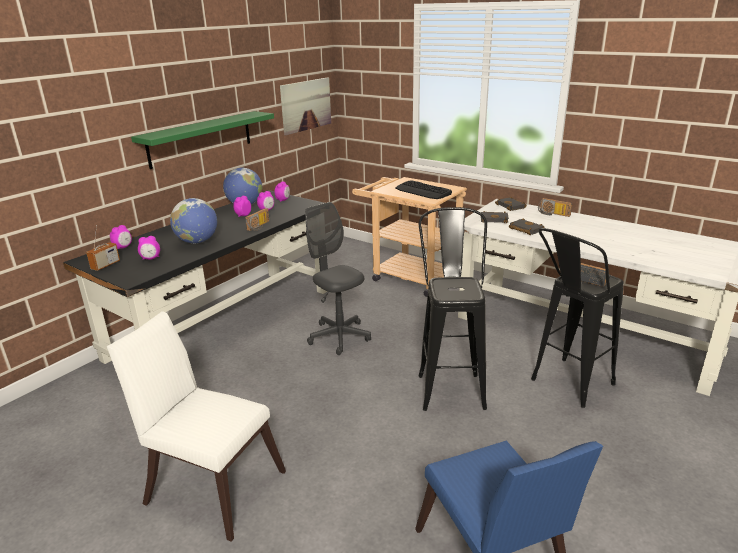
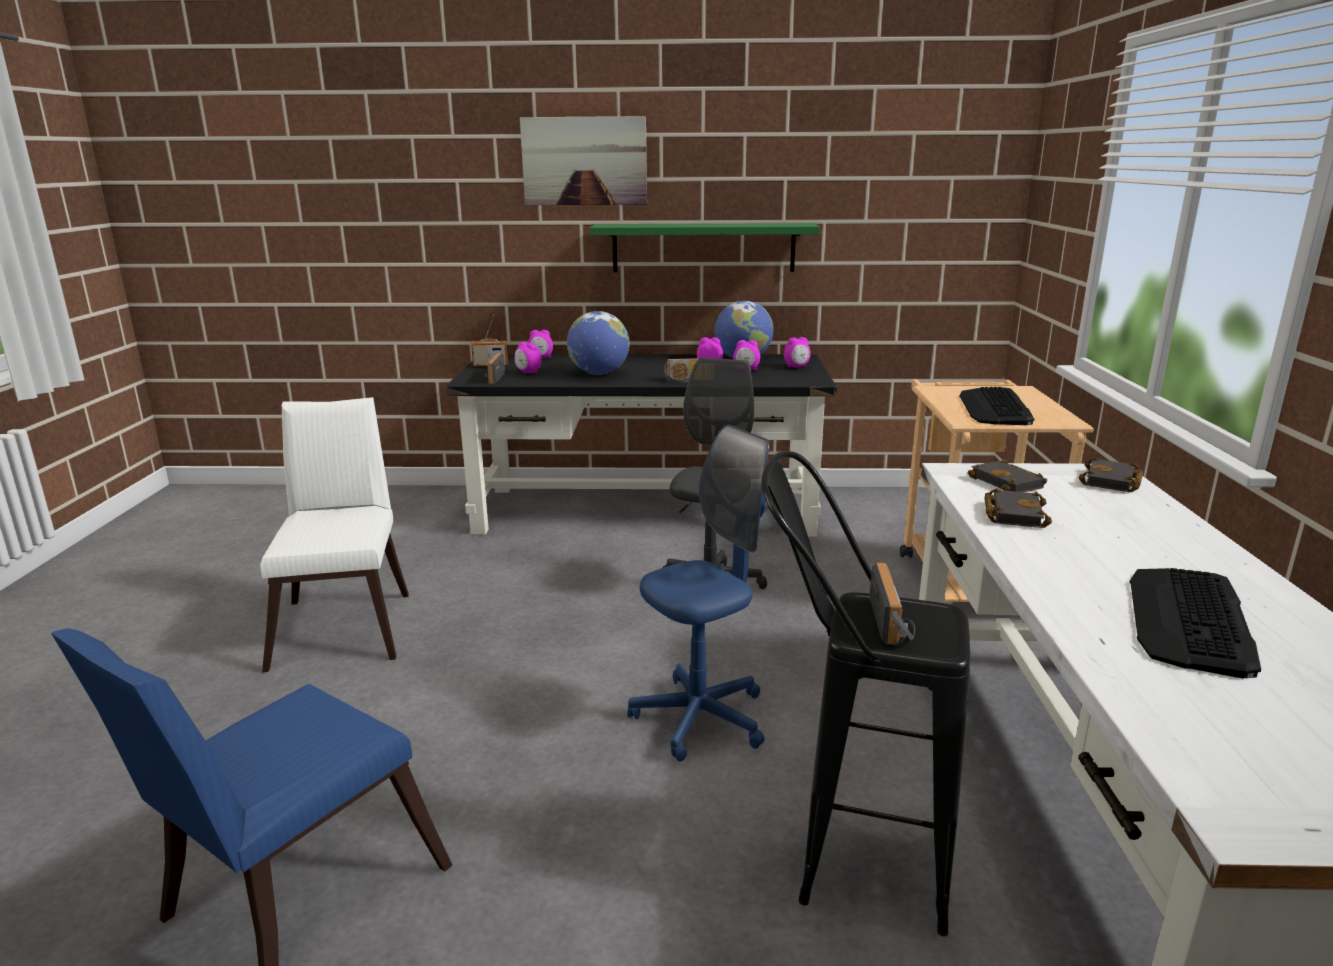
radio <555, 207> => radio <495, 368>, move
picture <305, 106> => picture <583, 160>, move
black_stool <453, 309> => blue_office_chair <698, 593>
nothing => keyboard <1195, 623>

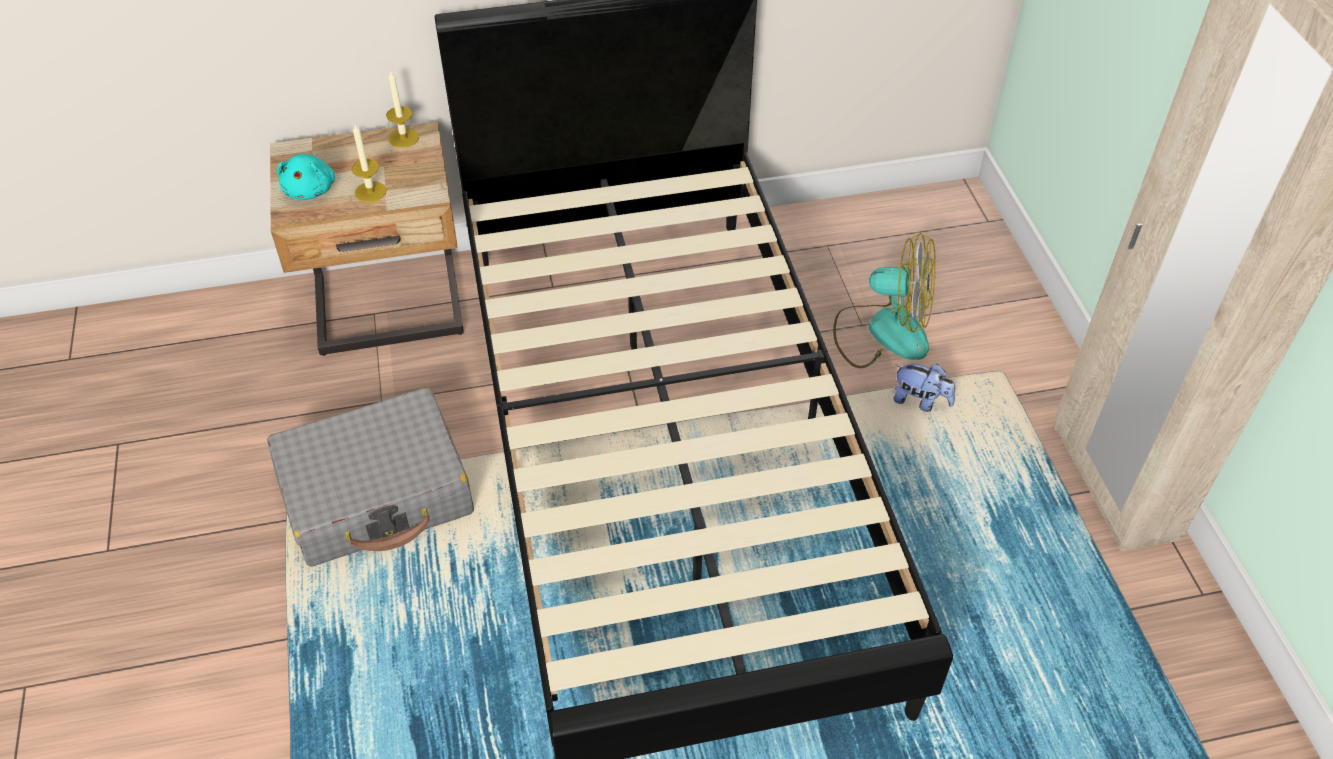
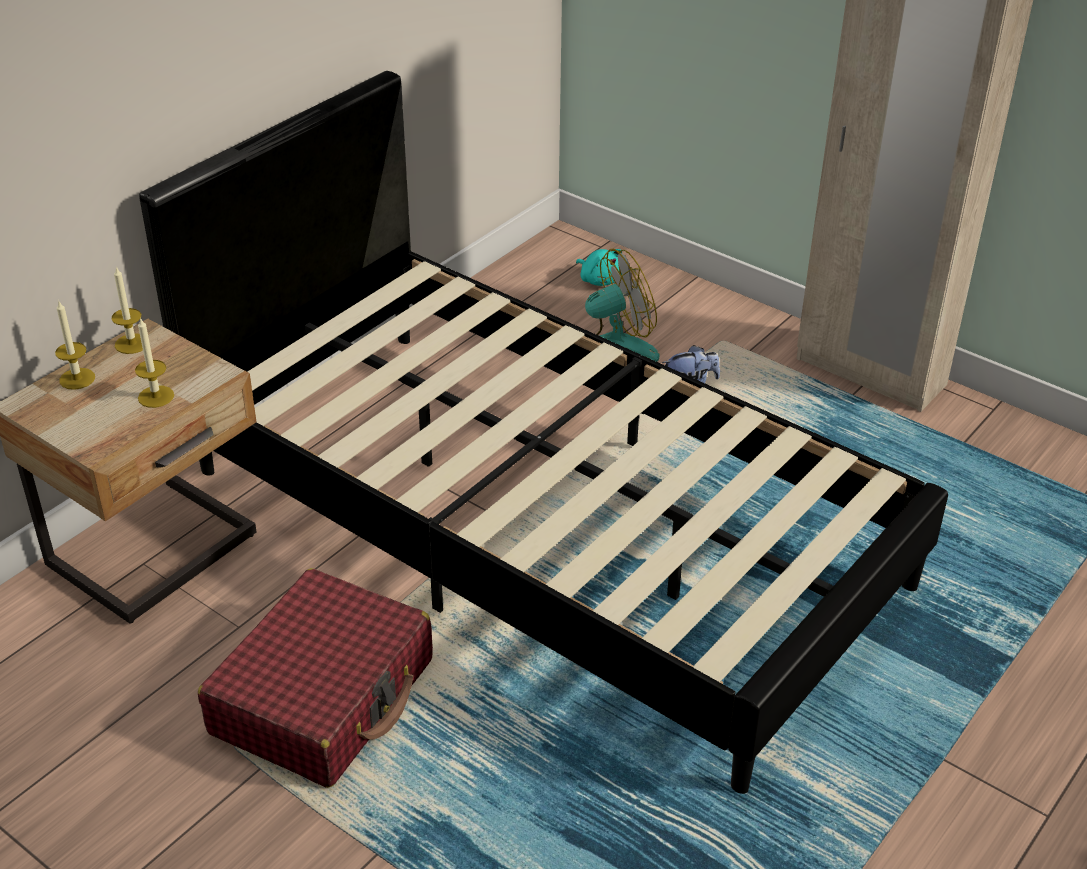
nothing => candle <75, 345>
grey_suitcase <370, 476> => red_suitcase <315, 678>
turquoise_plush_toy <306, 177> => turquoise_plush_toy <599, 267>, move

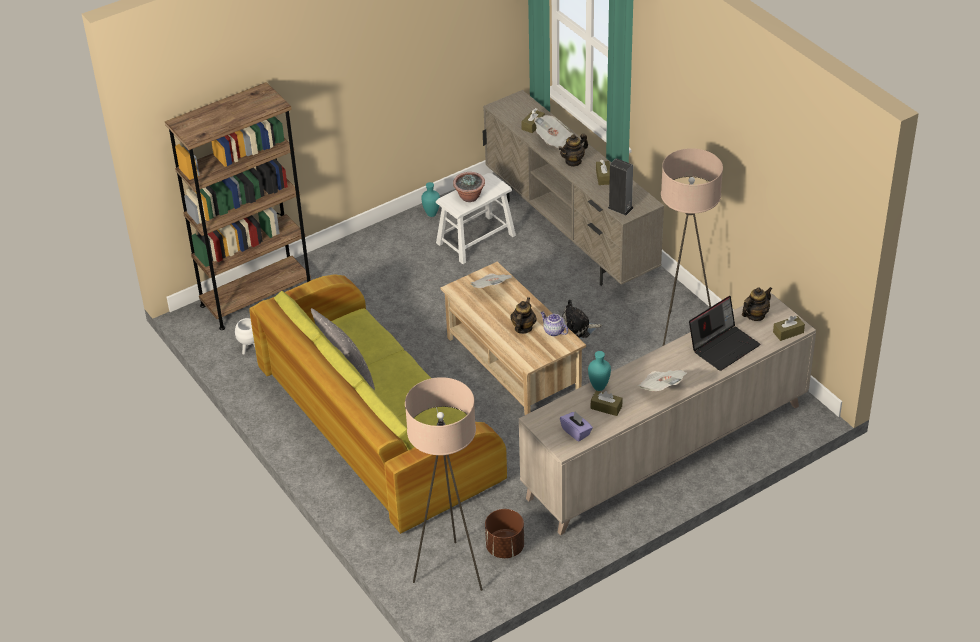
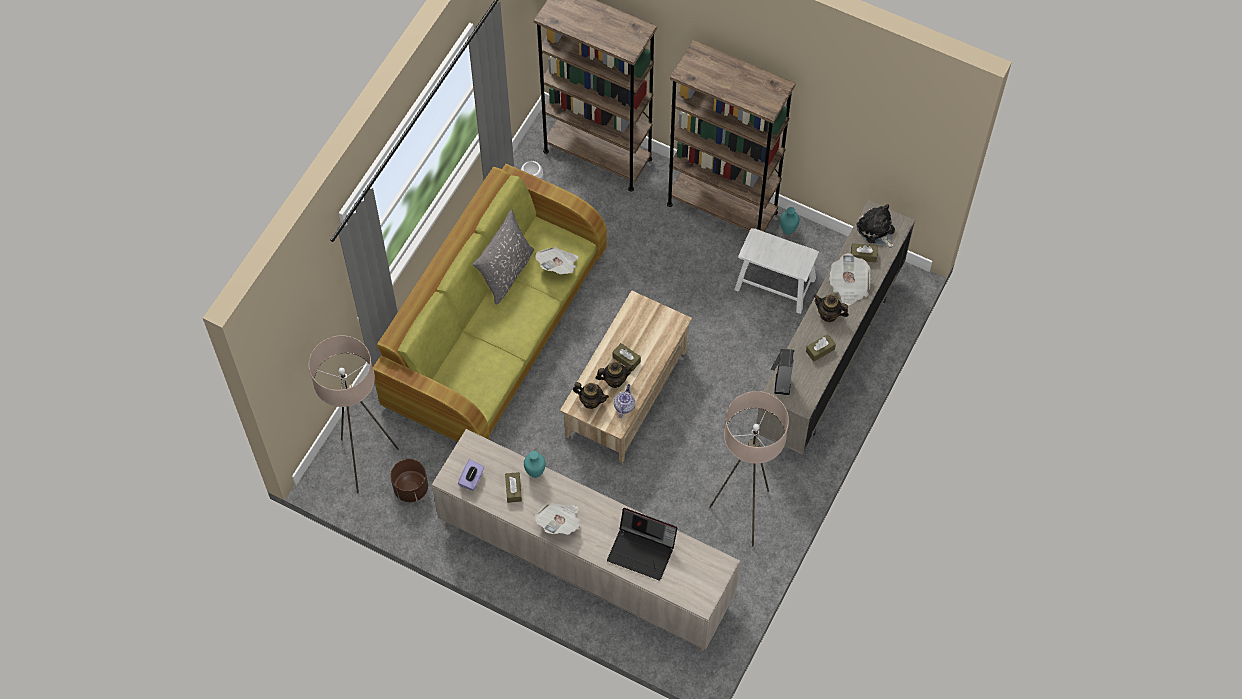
newspaper <491, 280> => newspaper <557, 261>, move
teapot <757, 304> => teapot <591, 395>, move
brown_tissue_box <789, 328> => brown_tissue_box <626, 357>, move
nothing => brown_bookcase <731, 136>
plush_toy <582, 319> => plush_toy <875, 226>, move
potted_plant <469, 187> => nothing

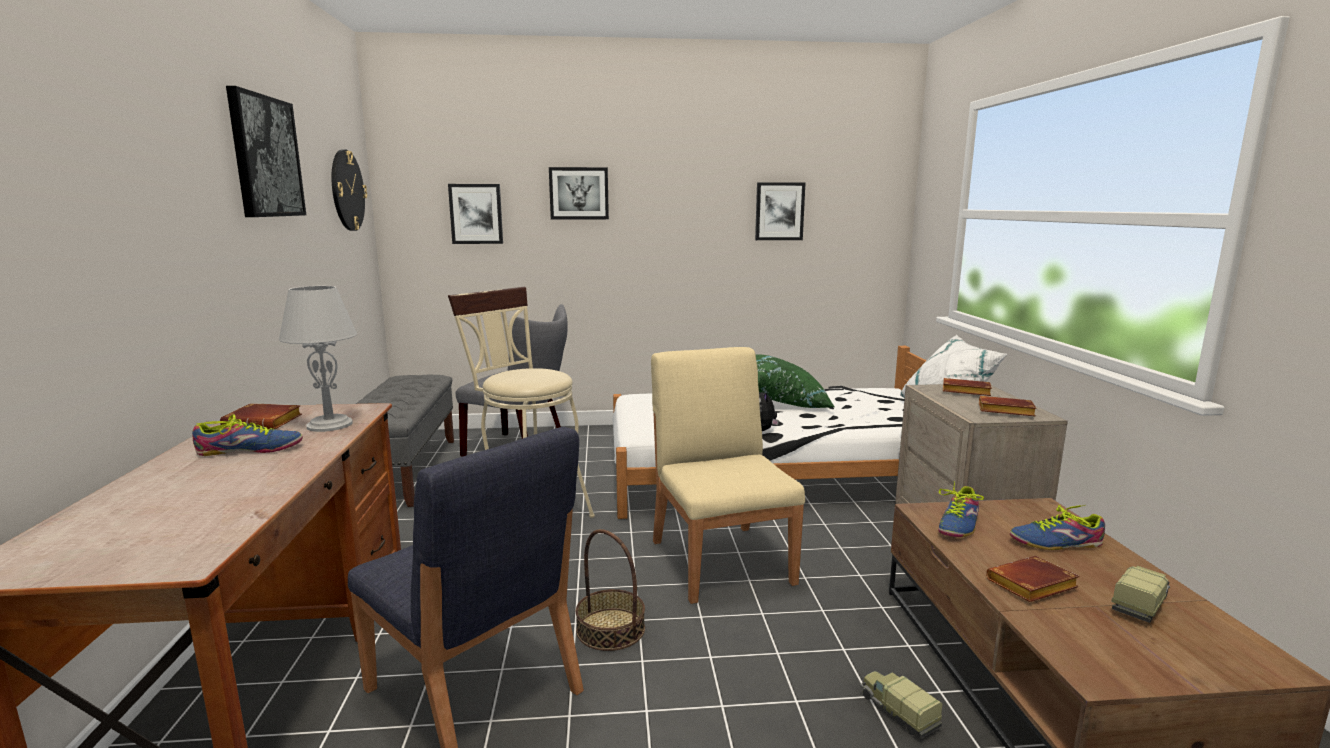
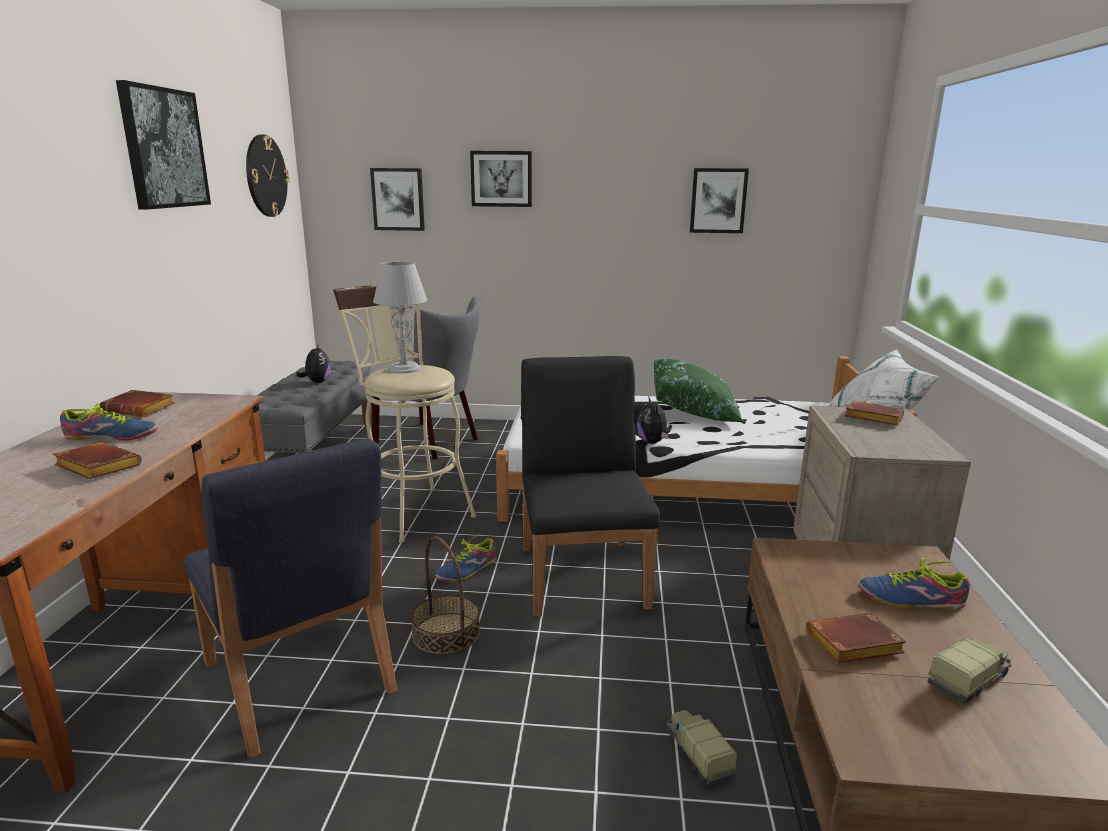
brown_book <1008, 406> => brown_book <97, 460>, move
nothing => plush_toy <313, 363>
grey_table_lamp <318, 359> => grey_table_lamp <400, 317>, move
shoe <961, 509> => shoe <466, 557>, move
beige_chair <728, 475> => black_chair <590, 486>

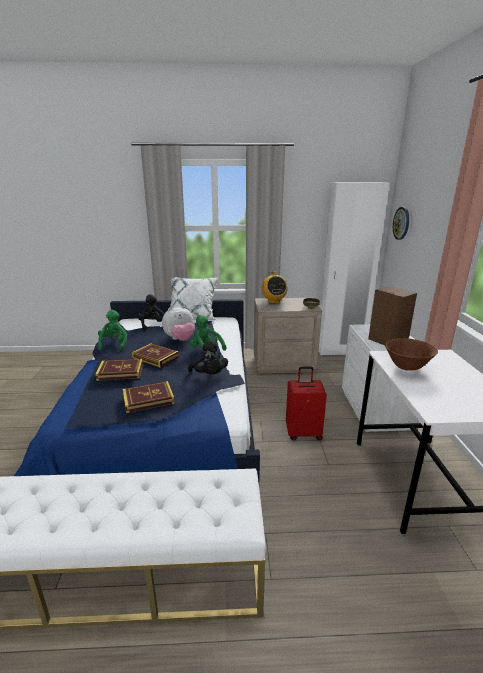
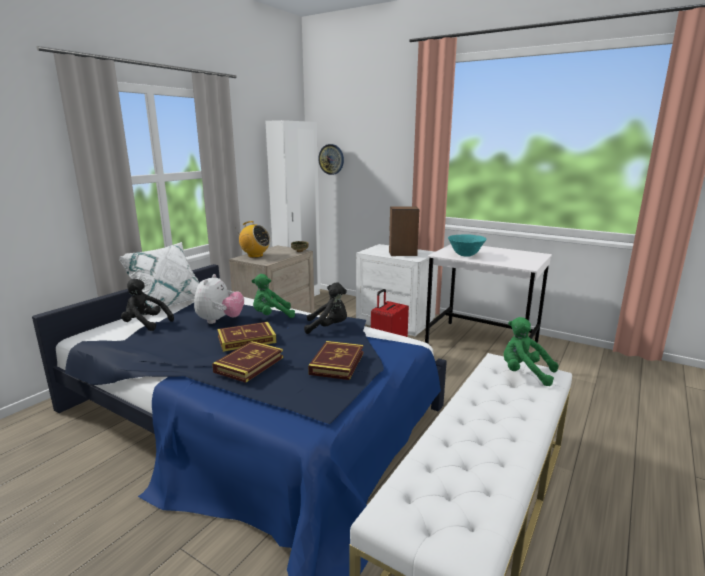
brown_bowl <411, 354> => turquoise_bowl <467, 245>
green_plush_toy <112, 330> => green_plush_toy <531, 351>, move

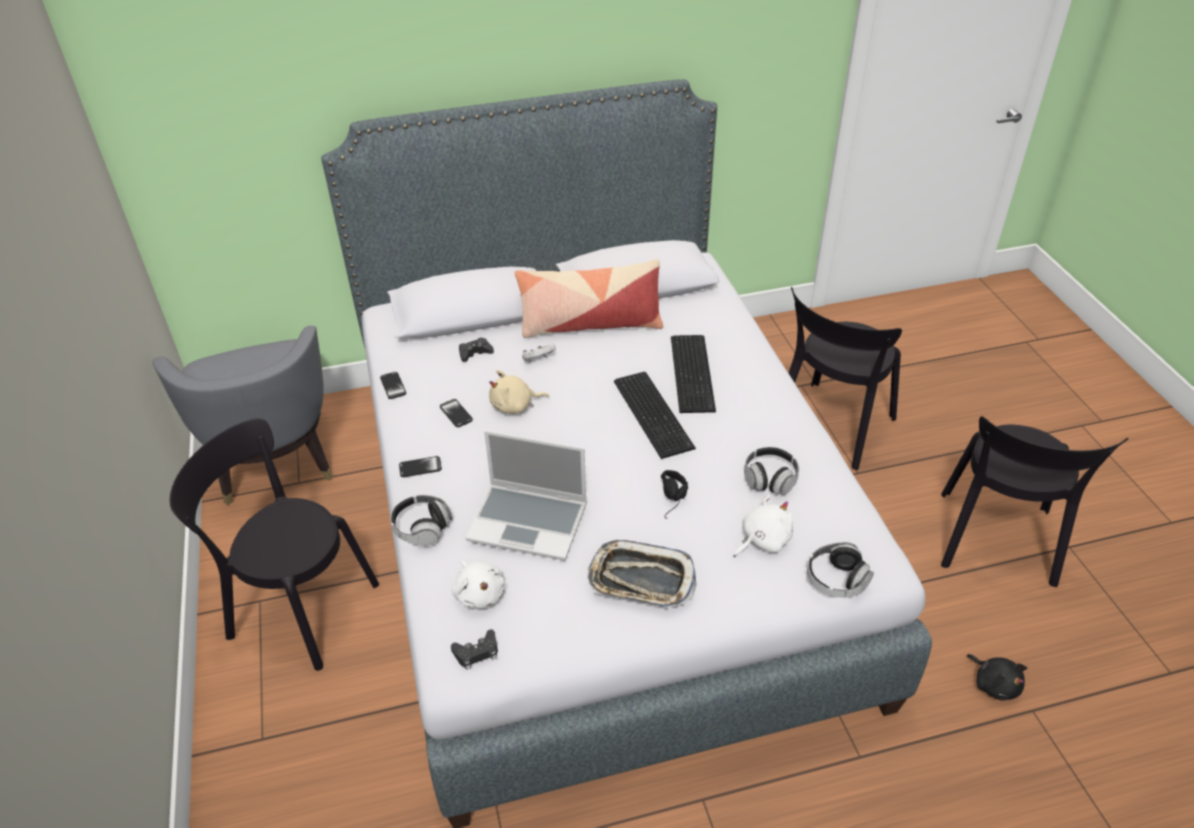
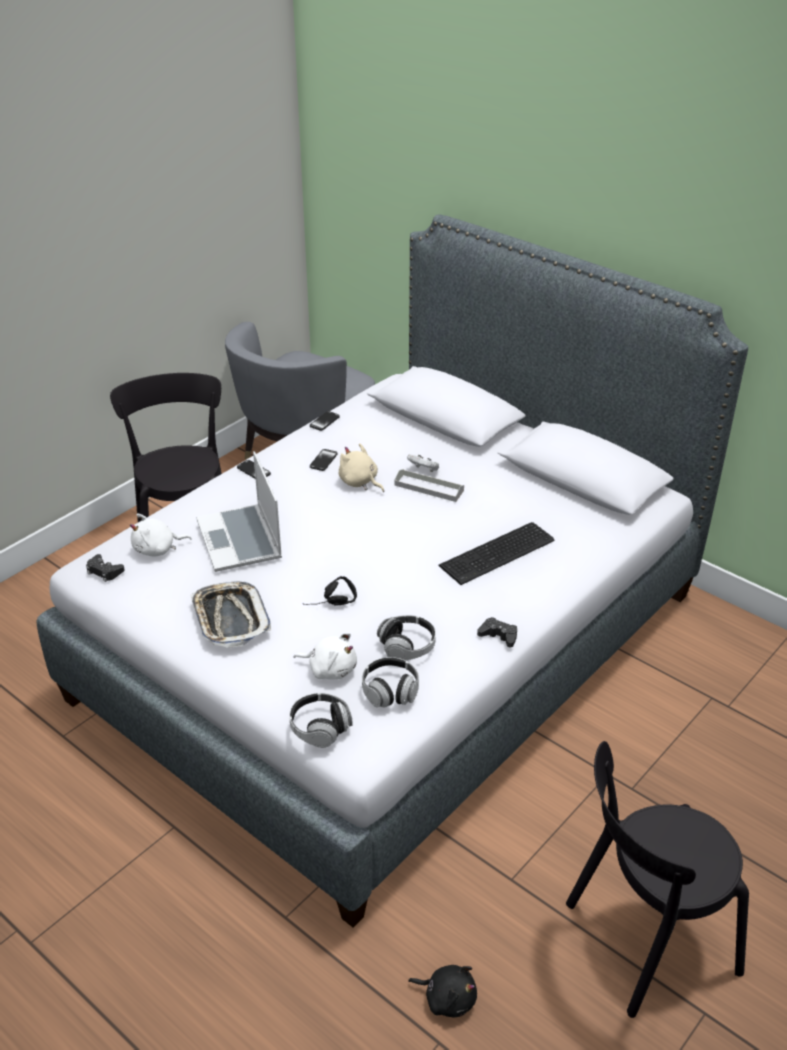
white_plush_toy <479, 584> => white_plush_toy <161, 535>, 45 degrees clockwise
headphones <422, 520> => headphones <390, 682>, move
nothing => grey_tray <429, 485>
black_plush_toy <997, 677> => black_plush_toy <442, 991>, 90 degrees counterclockwise
black_game_controller <476, 349> => black_game_controller <497, 632>, move
pillow <589, 298> => nothing
keyboard <655, 415> => nothing
black_chair <845, 378> => nothing

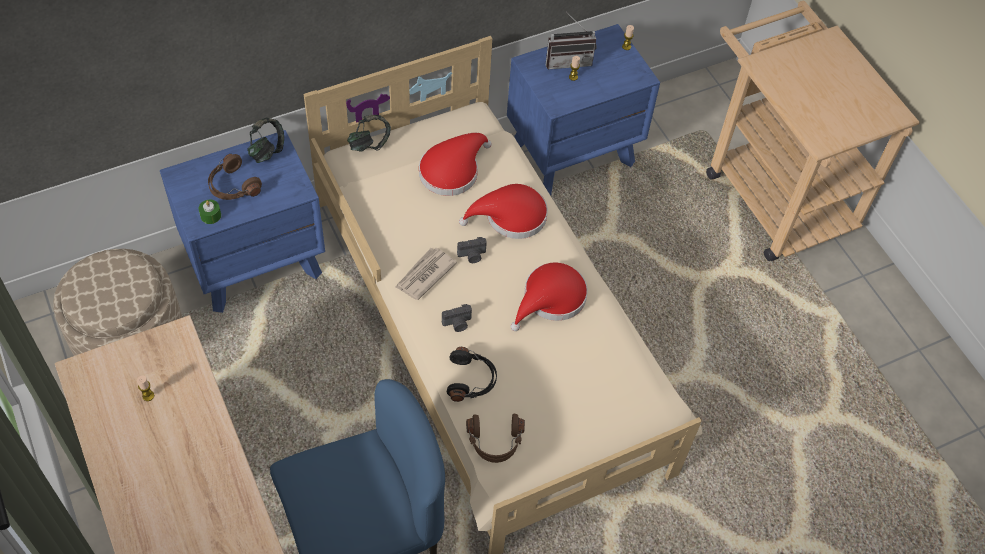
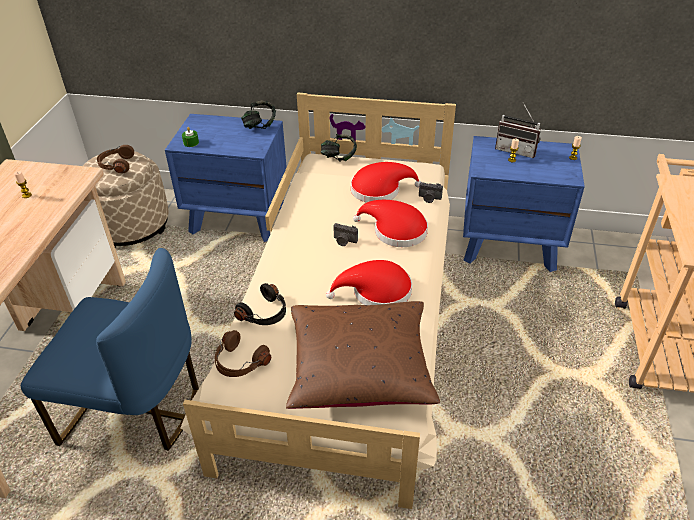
brown_headphones <235, 177> => brown_headphones <115, 159>, move
nothing => brown_pillow <363, 355>
photo_camera <457, 318> => photo_camera <431, 192>, move
newspaper <426, 274> => nothing

